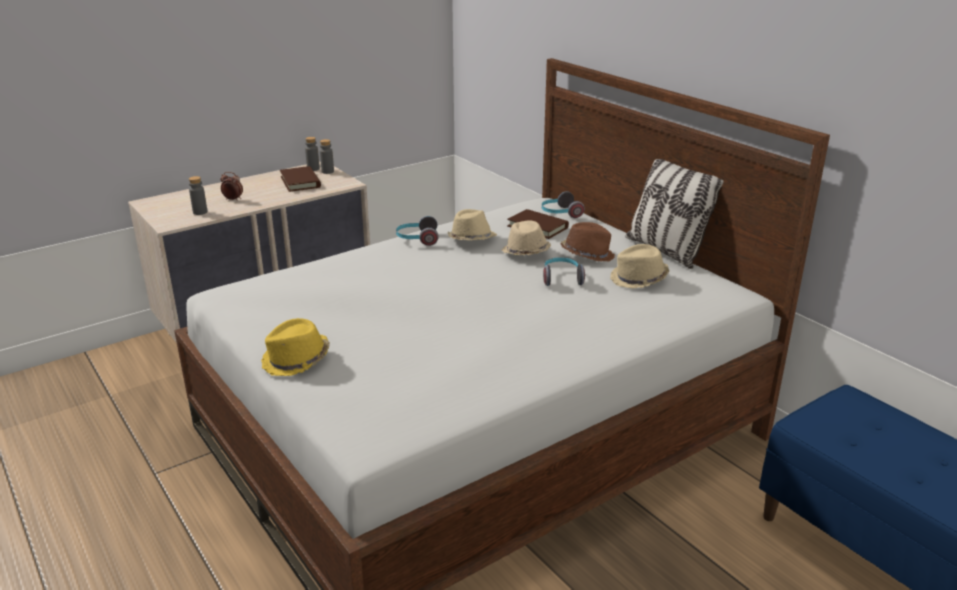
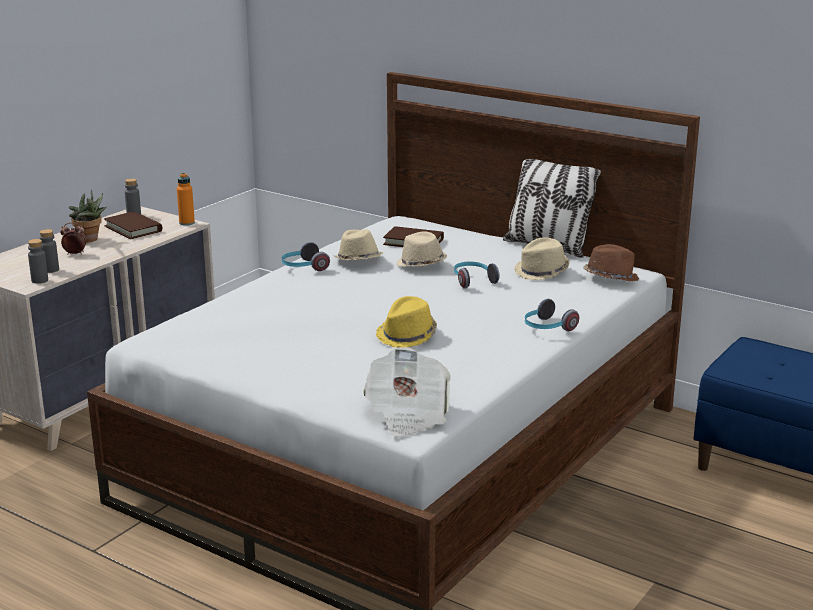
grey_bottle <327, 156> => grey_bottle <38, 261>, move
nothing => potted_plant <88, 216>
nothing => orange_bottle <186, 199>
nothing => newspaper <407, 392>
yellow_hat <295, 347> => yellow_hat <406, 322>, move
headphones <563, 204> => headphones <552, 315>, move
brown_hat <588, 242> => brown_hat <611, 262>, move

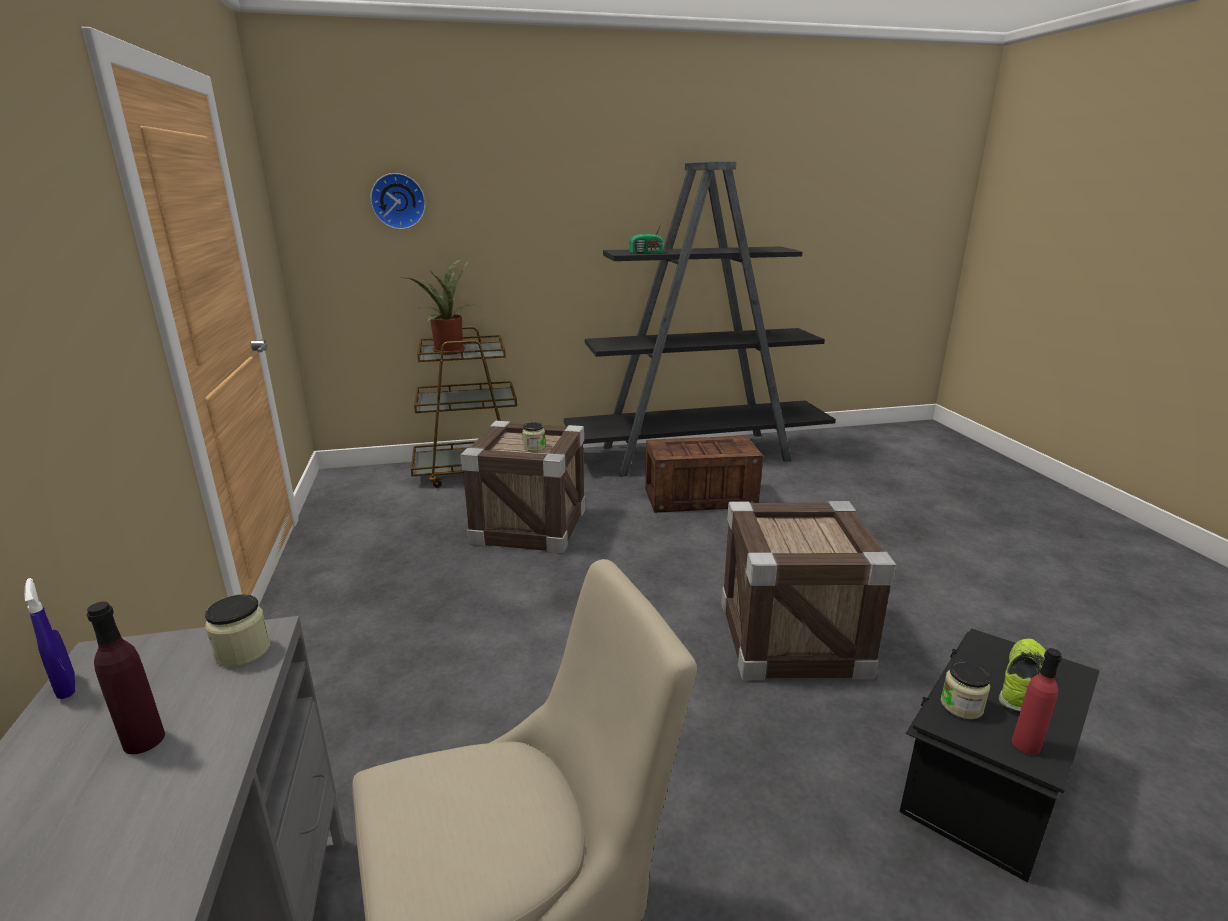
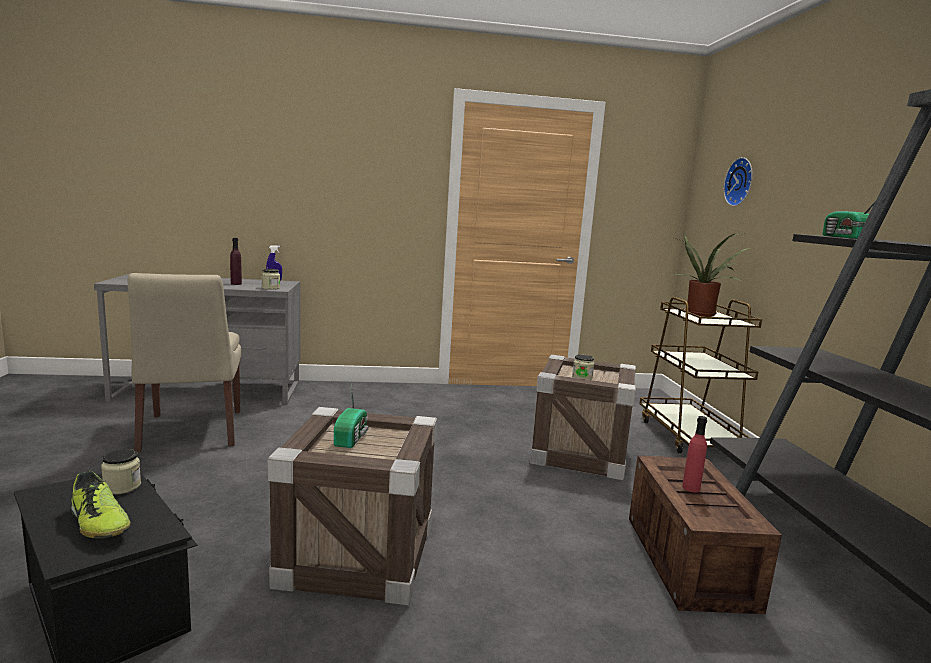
nothing => radio <351, 415>
red_bottle <1037, 701> => red_bottle <694, 454>, move

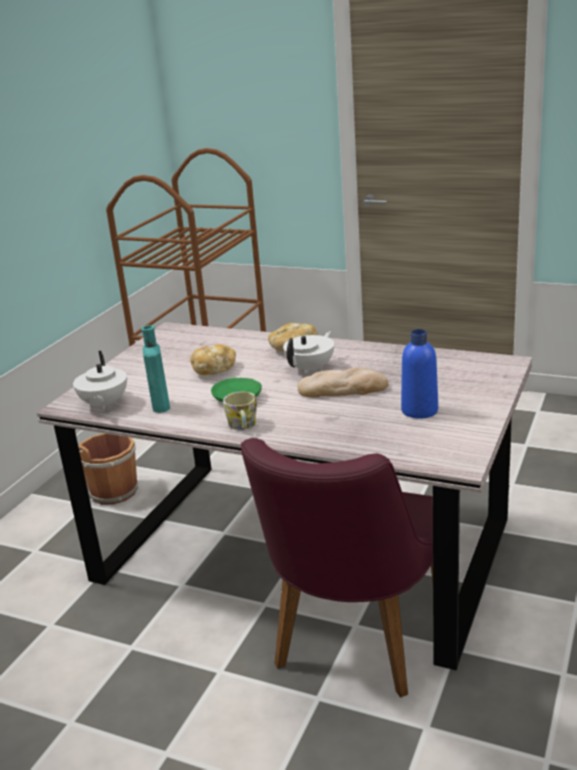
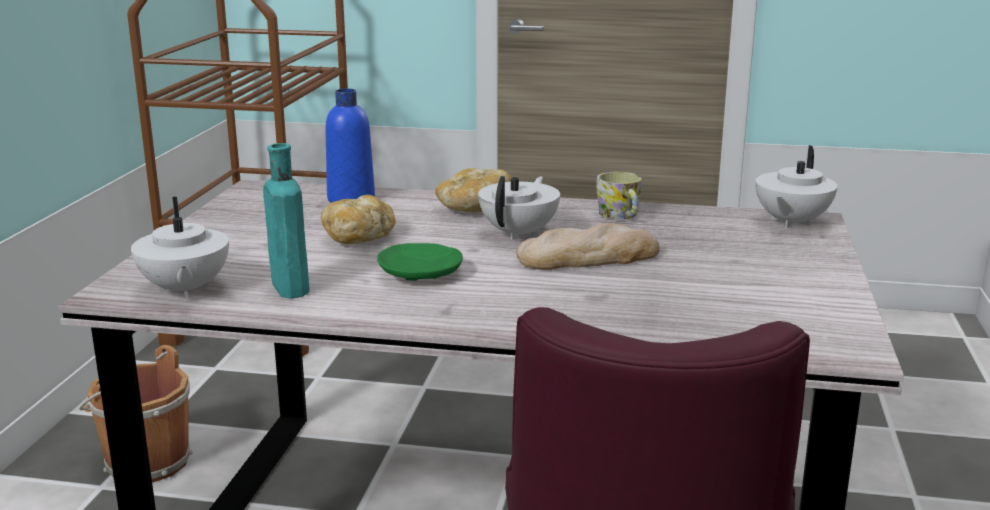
blue_bottle <419, 374> => blue_bottle <350, 146>, move
mug <240, 410> => mug <619, 195>, move
nothing => white_teapot <796, 186>

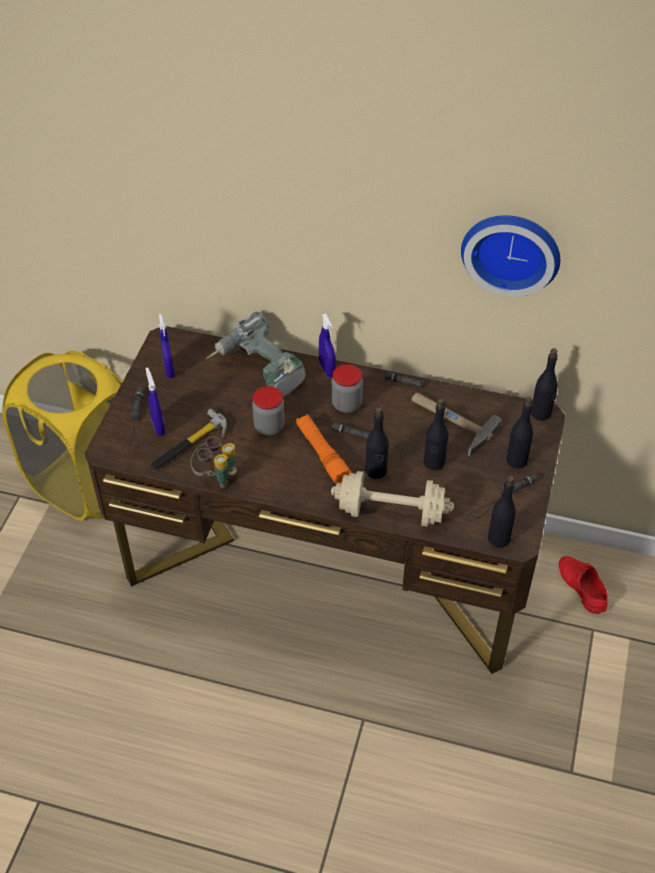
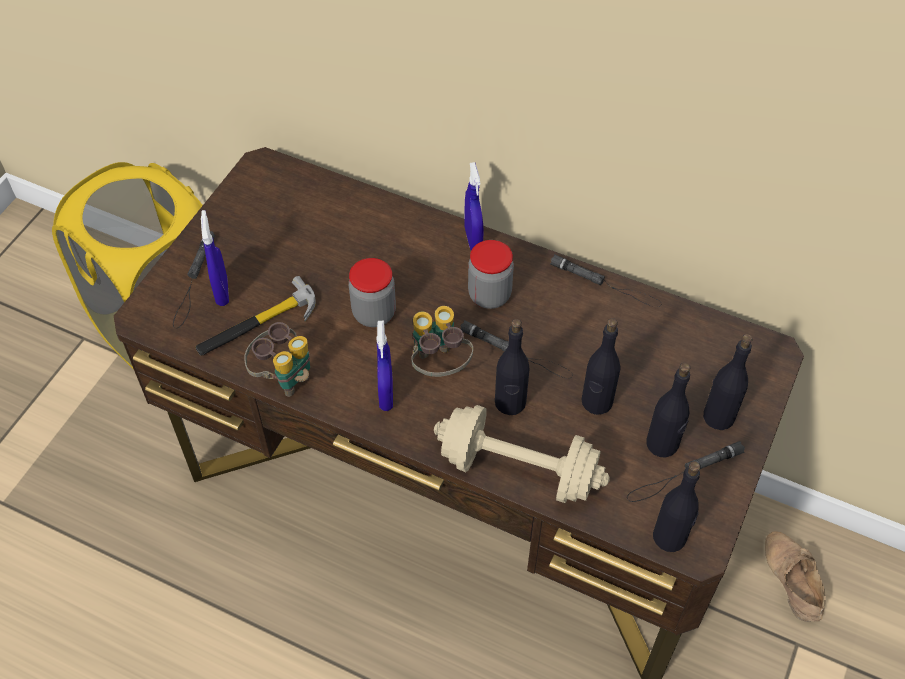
blue_spray_bottle <167, 346> => blue_spray_bottle <384, 366>, move
orange_flashlight <324, 449> => binoculars <442, 341>
black_bottle <544, 384> => black_bottle <668, 410>, move
red_shoe <583, 585> => beige_shoe <795, 576>
power_drill <256, 354> => nothing
hammer <457, 424> => nothing
wall_clock <510, 256> => nothing

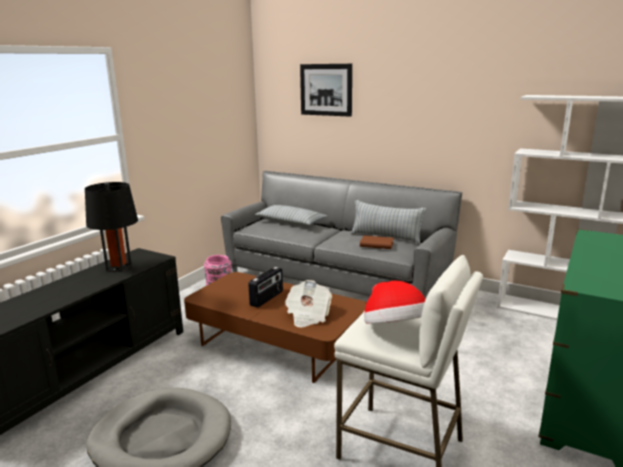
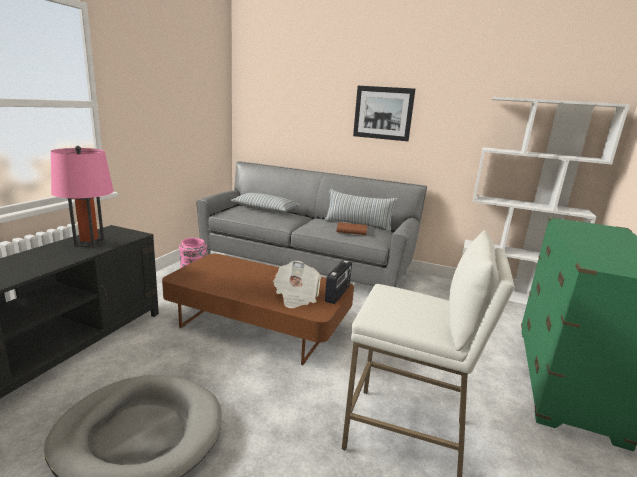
black_table_lamp <111, 227> => pink_table_lamp <82, 197>
radio <265, 287> => radio <338, 282>, move
picture <326, 90> => picture <384, 113>, move
hat <395, 302> => nothing

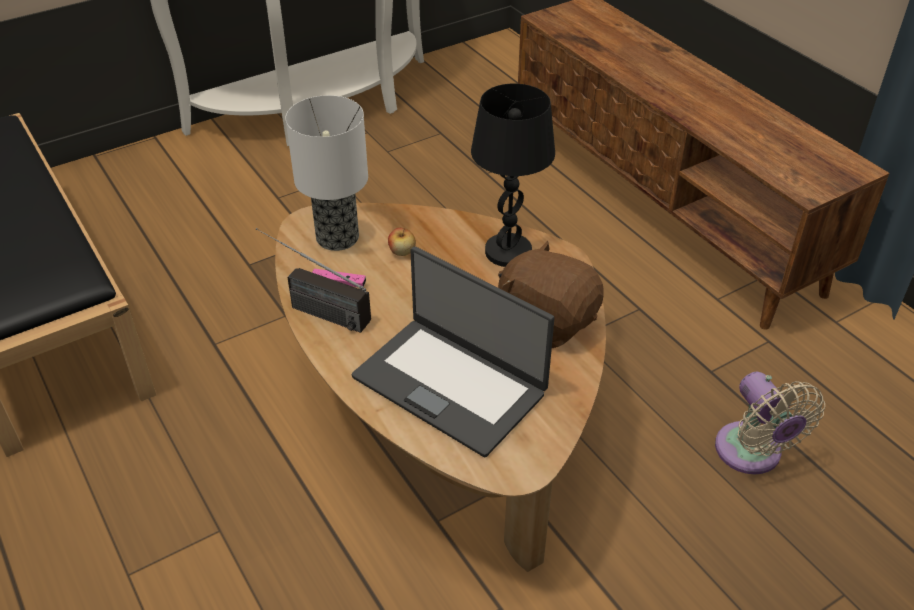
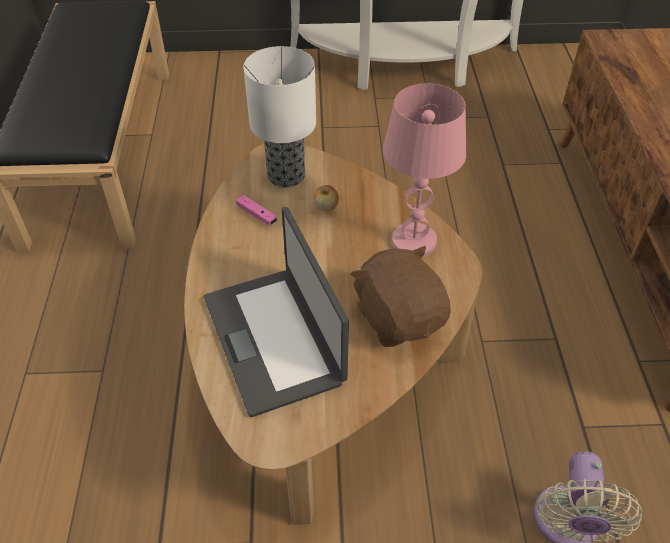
black_table_lamp <513, 175> => pink_table_lamp <424, 170>
radio <313, 280> => nothing

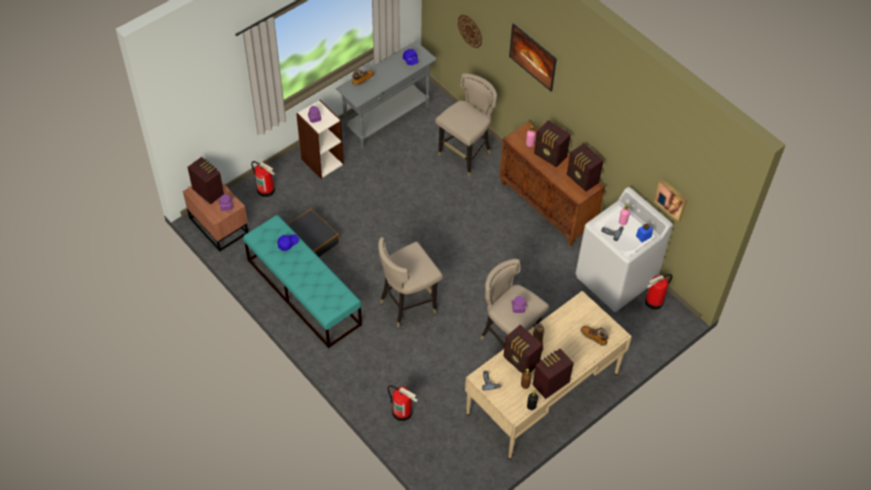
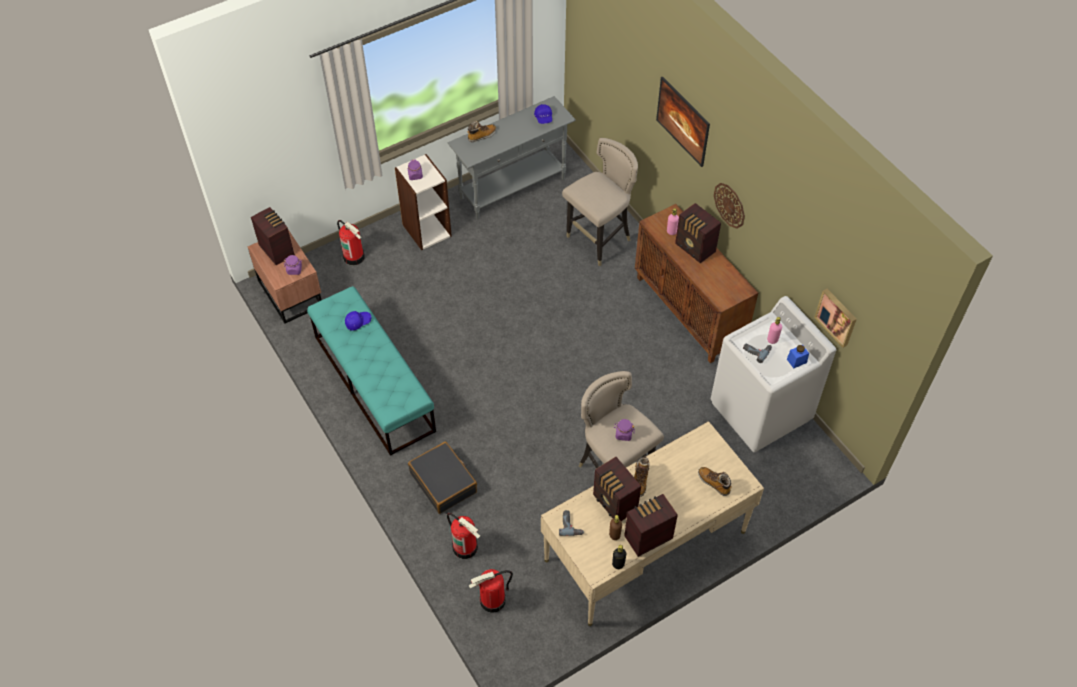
black_suitcase <313, 233> => black_suitcase <442, 477>, move
fire_extinguisher <658, 292> => fire_extinguisher <490, 591>, move
wall_clock <470, 31> => wall_clock <729, 206>, move
beige_stool <410, 282> => nothing
radio <585, 167> => nothing

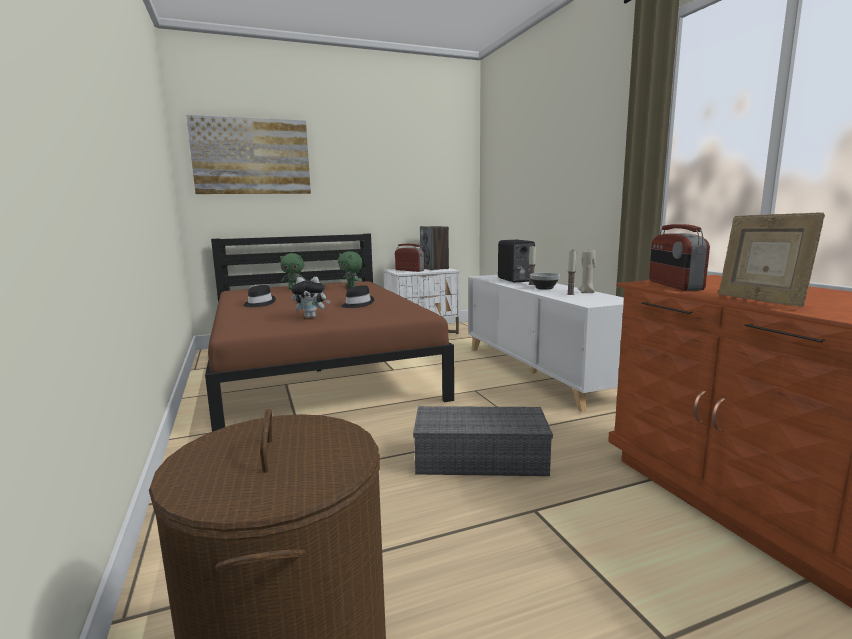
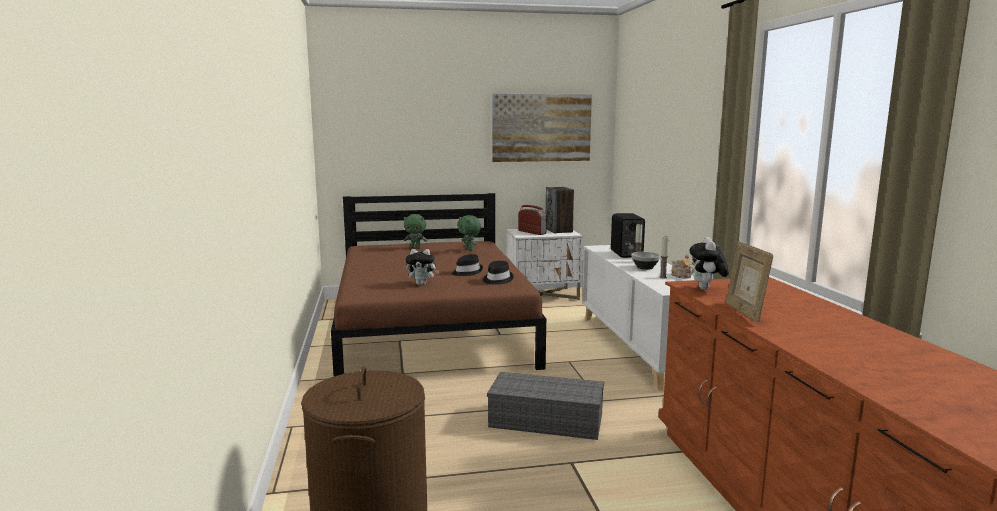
black_hat <259, 296> => black_hat <498, 273>, move
picture <248, 154> => picture <542, 128>, move
beige_candle <587, 271> => teapot <683, 266>
radio <679, 257> => plush_toy <709, 263>

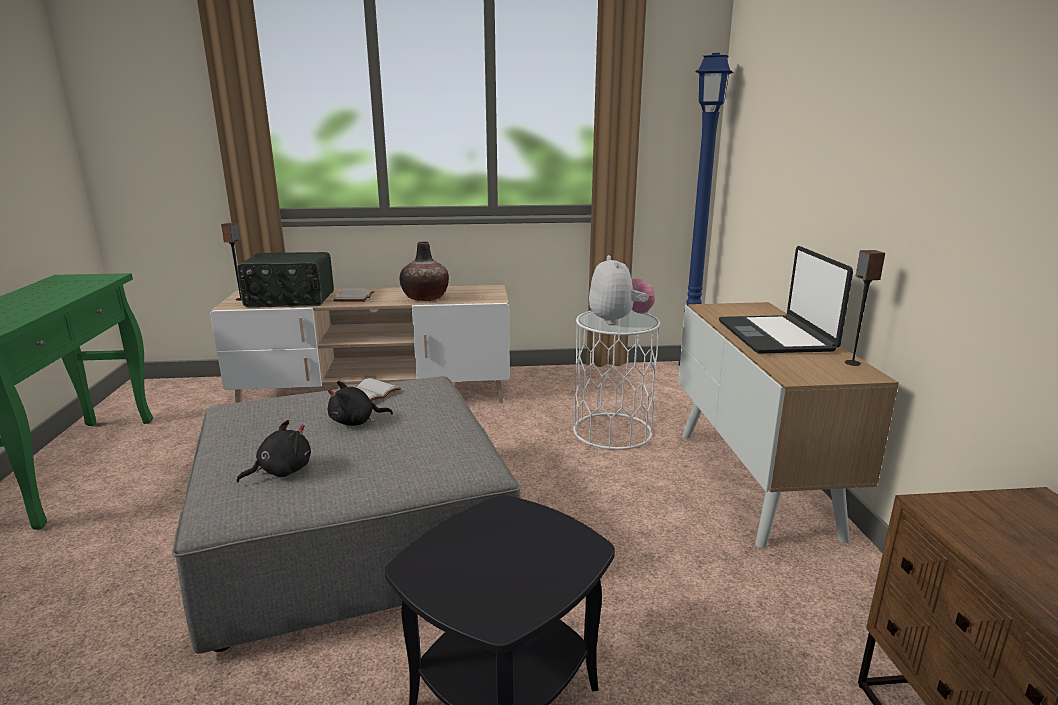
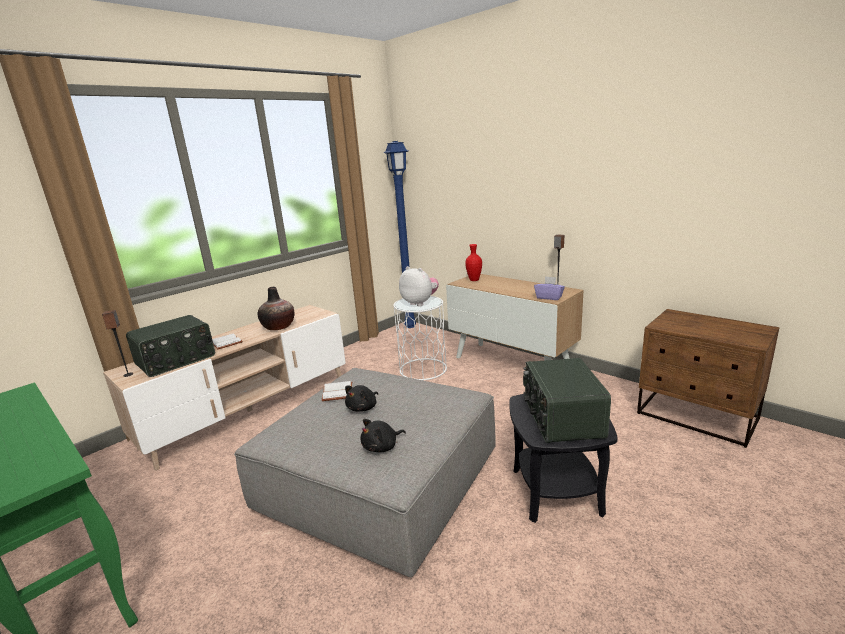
black_plush_toy <273, 451> => black_plush_toy <383, 435>, 135 degrees counterclockwise
nothing => red_vase <473, 262>
nothing => radio <567, 400>
nothing => purple_tissue_box <549, 288>
laptop <786, 300> => nothing

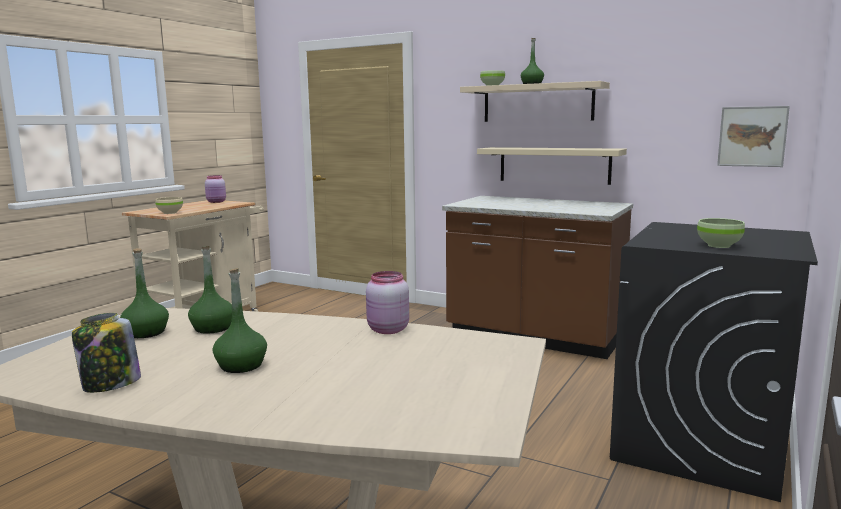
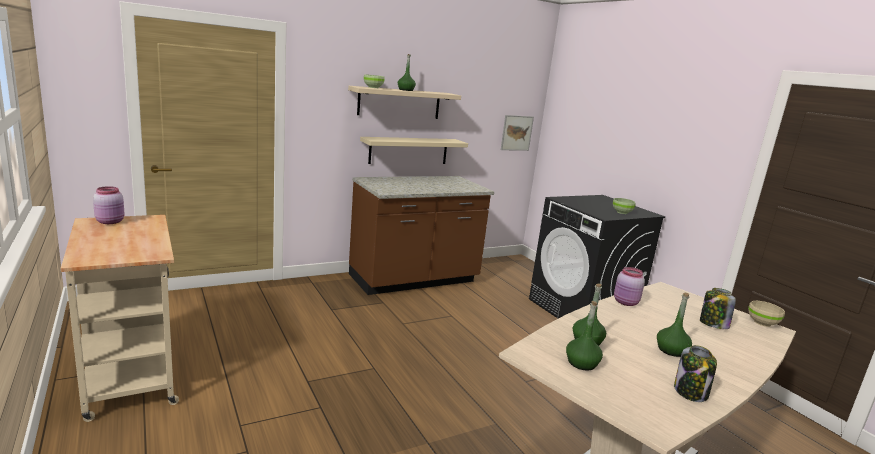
nothing => jar <718, 308>
beige_bowl <169, 205> => beige_bowl <766, 314>, move

